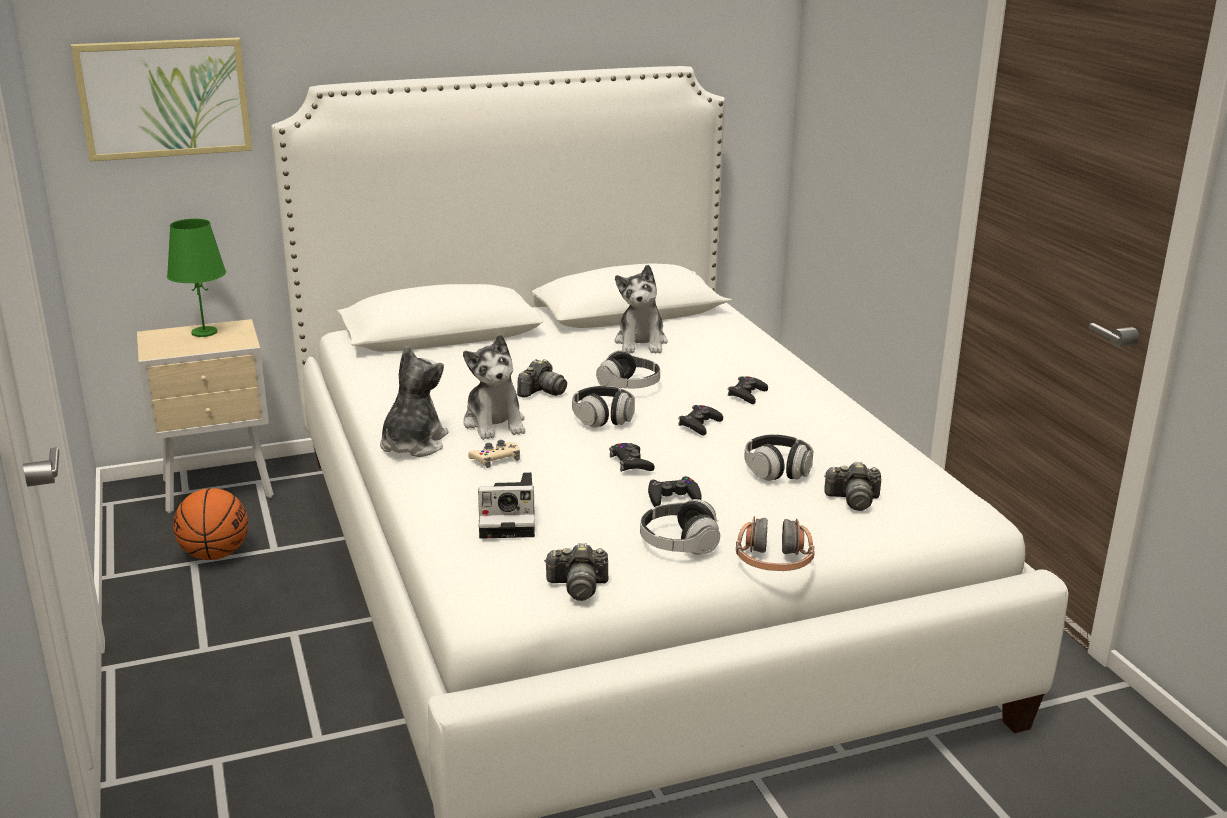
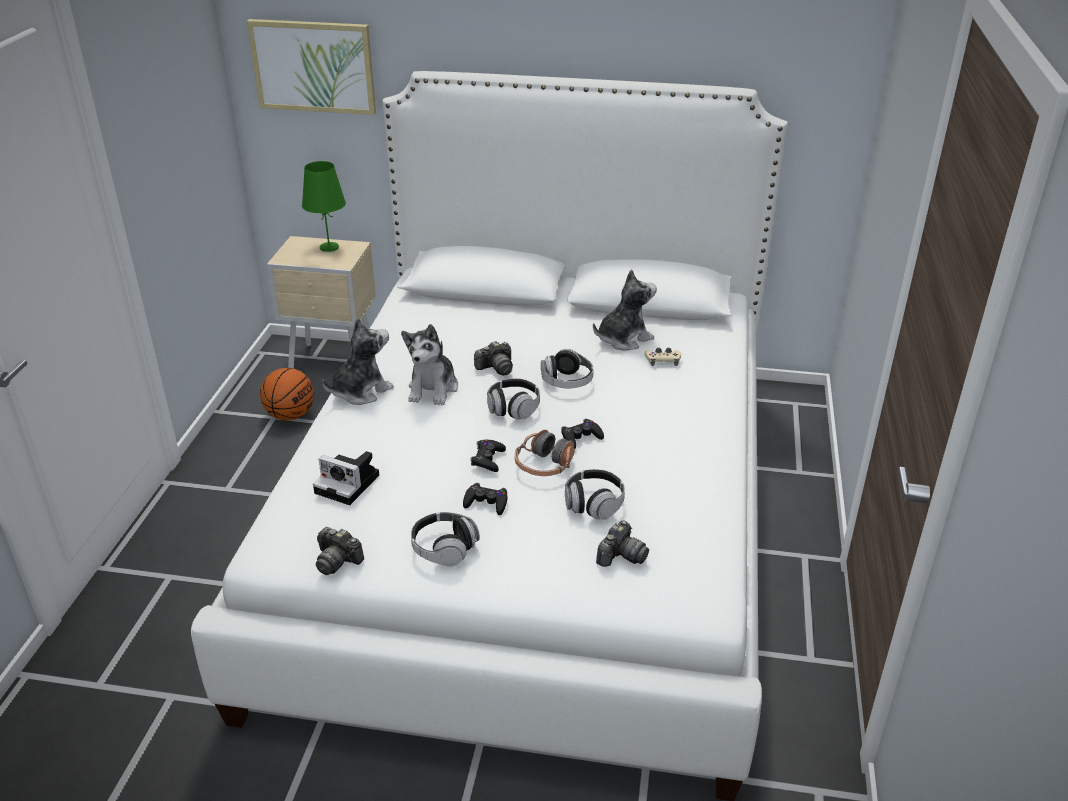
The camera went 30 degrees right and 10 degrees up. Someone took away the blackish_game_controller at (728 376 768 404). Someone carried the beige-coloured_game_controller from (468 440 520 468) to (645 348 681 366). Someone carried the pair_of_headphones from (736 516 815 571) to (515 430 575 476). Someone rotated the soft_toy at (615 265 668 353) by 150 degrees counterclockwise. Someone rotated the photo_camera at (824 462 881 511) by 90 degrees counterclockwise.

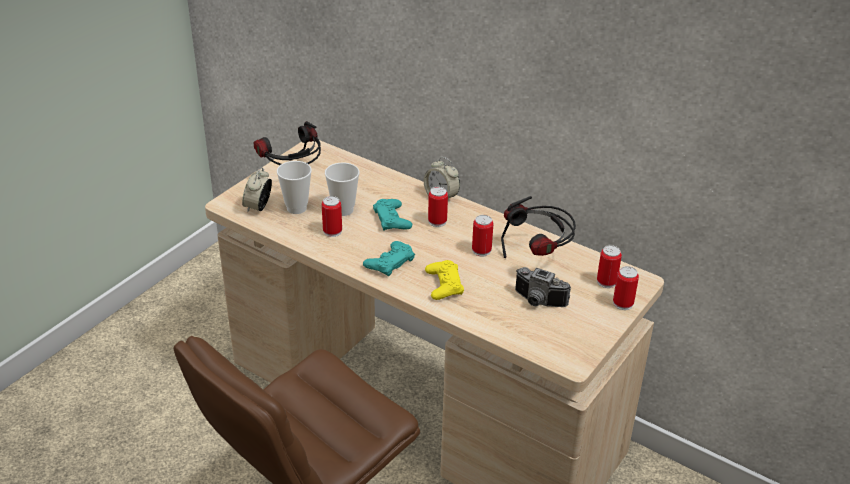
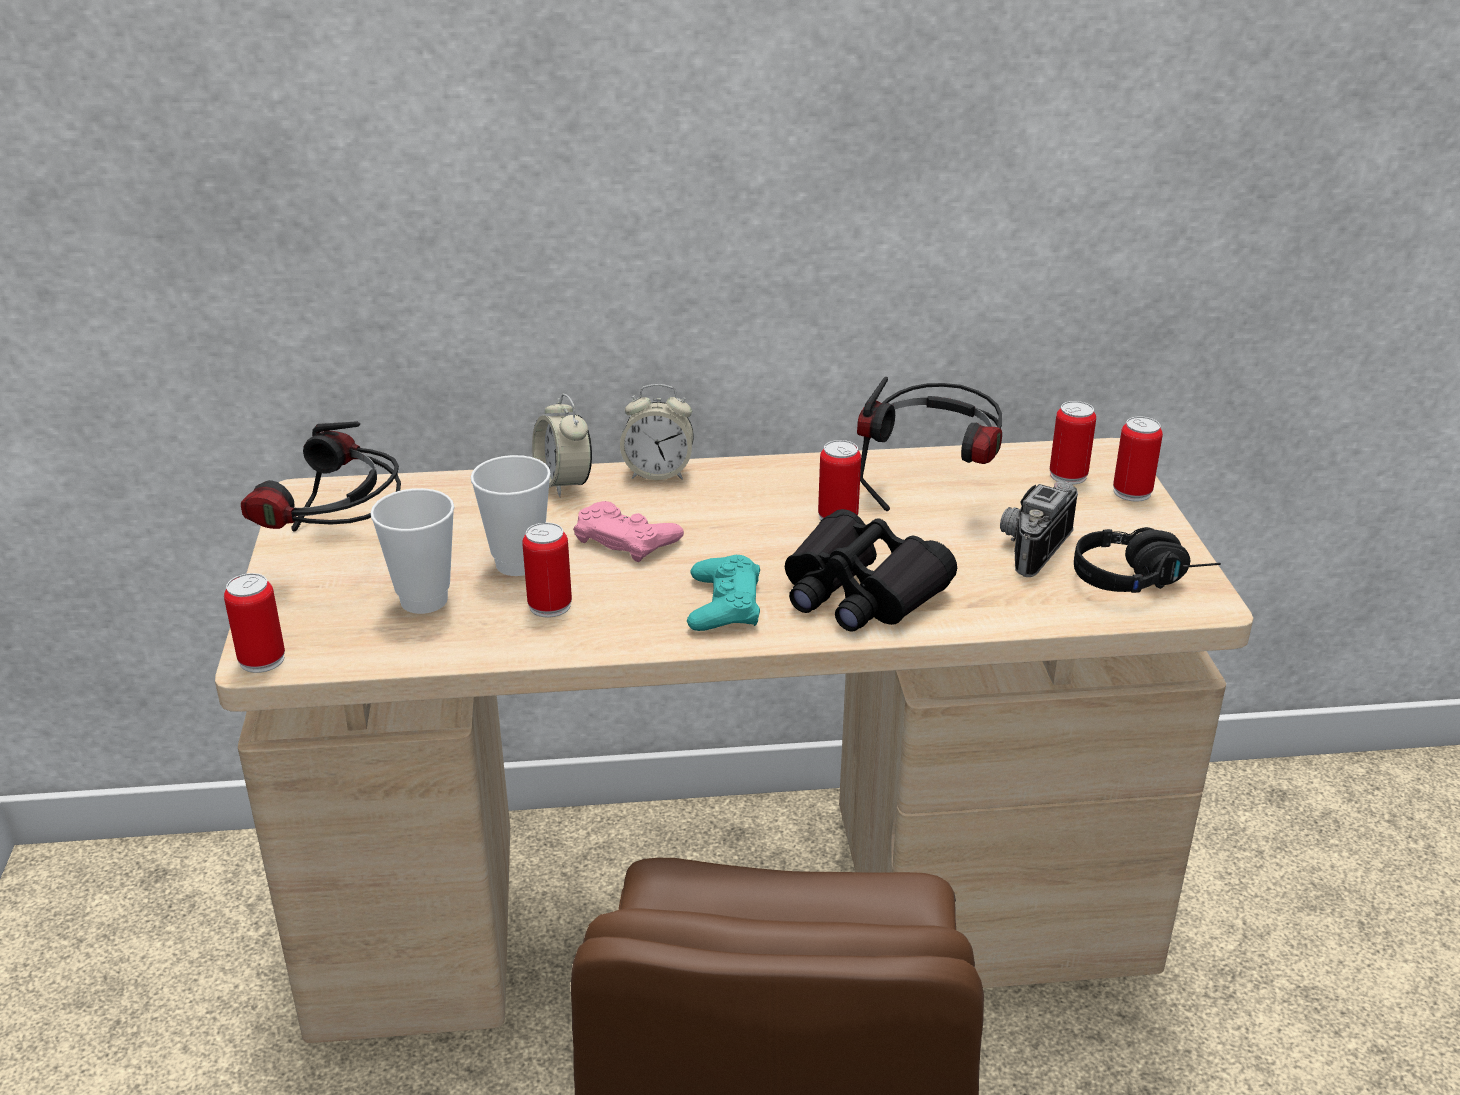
The camera went 40 degrees left and 5 degrees down. Someone put down the blackish_pair_of_headphones at (1074 527 1221 593). Someone carried the alarm_clock from (242 167 272 213) to (532 393 592 497). Someone carried the can from (428 186 448 227) to (224 573 285 673). Someone swapped the yellow_game_controller at (425 260 464 300) for the blackish_binoculars at (785 509 957 632). Someone repainted the blue-green_game_controller at (373 199 412 231), which became the pink_game_controller at (573 501 684 562). Someone rotated the photo_camera at (515 267 571 307) by 135 degrees clockwise.

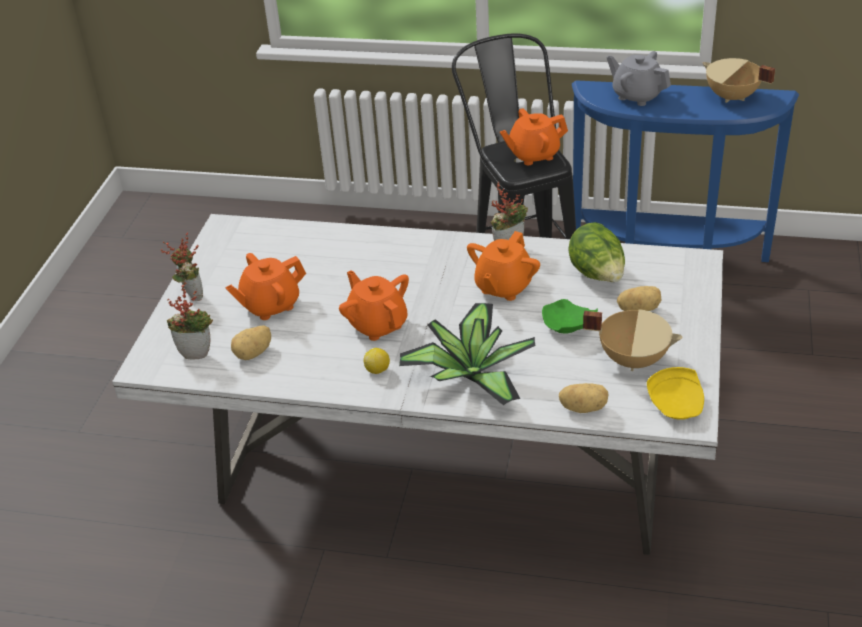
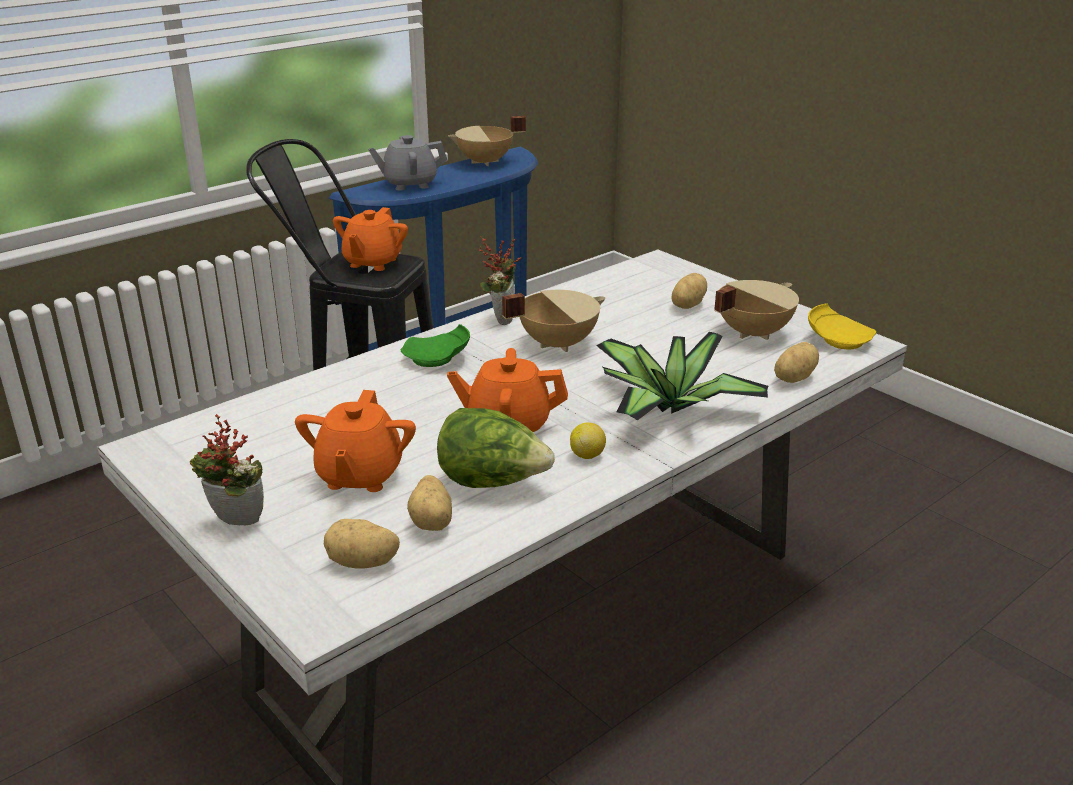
The camera went 55 degrees left and 10 degrees down. Someone carried the green_flat_dish from (542 299 598 333) to (401 324 470 367). Someone carried the lettuce_head from (568 222 625 282) to (437 408 555 488). Someone swapped the potted_plant at (167 283 213 359) for the whole_potato at (324 519 400 569). Someone swapped the orange-coloured_tea_pot at (467 231 540 301) for the beige-coloured_saucepot at (502 290 606 352).

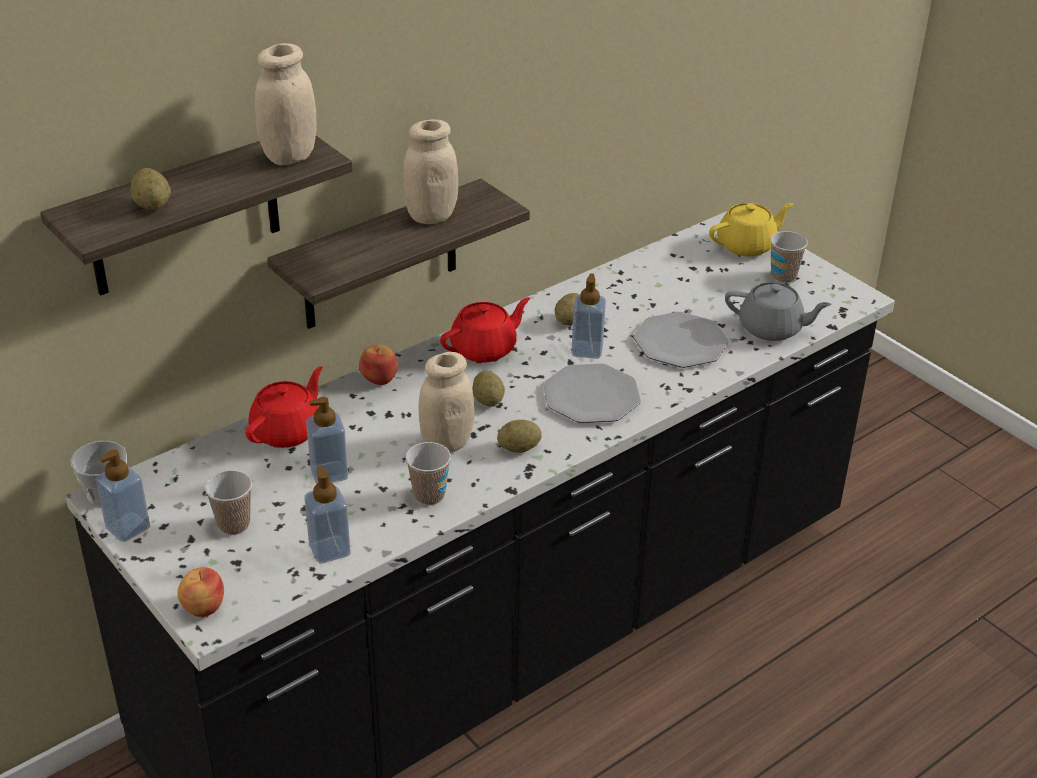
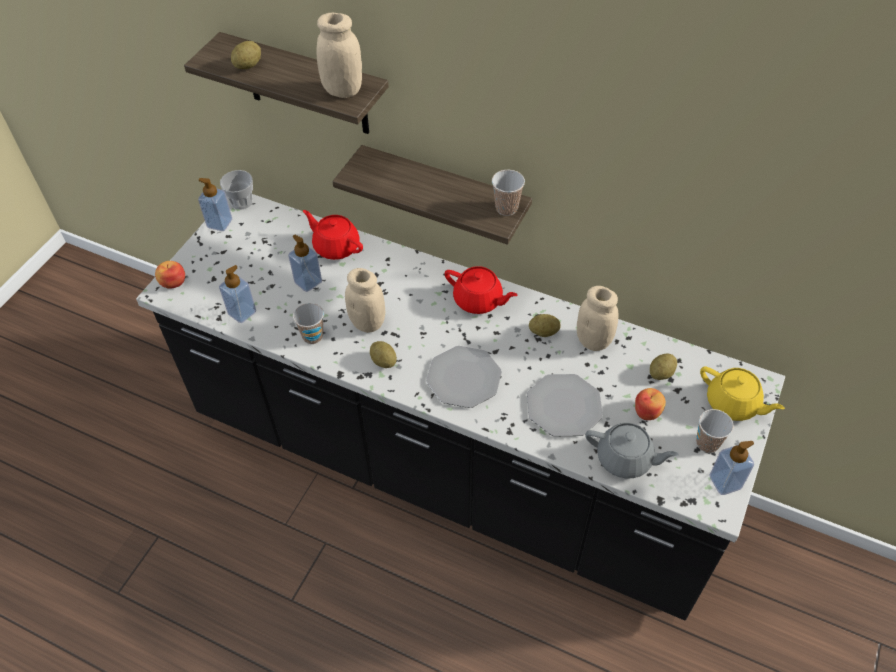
The camera went 65 degrees right and 15 degrees up. Someone carried the small_cup from (205 470 252 535) to (492 170 525 216). Someone carried the whole_apple from (359 345 398 385) to (635 388 666 420). Someone carried the beige-coloured_preserve_jar from (403 119 458 224) to (577 286 618 351). Someone carried the whole_potato from (473 370 505 407) to (650 354 677 380). Someone carried the soap_bottle from (571 273 606 359) to (709 441 754 495). Someone rotated the reddish_tea_pot at (246 366 323 448) by 150 degrees counterclockwise. Someone rotated the greyish_tea_pot at (725 282 832 341) by 60 degrees counterclockwise.

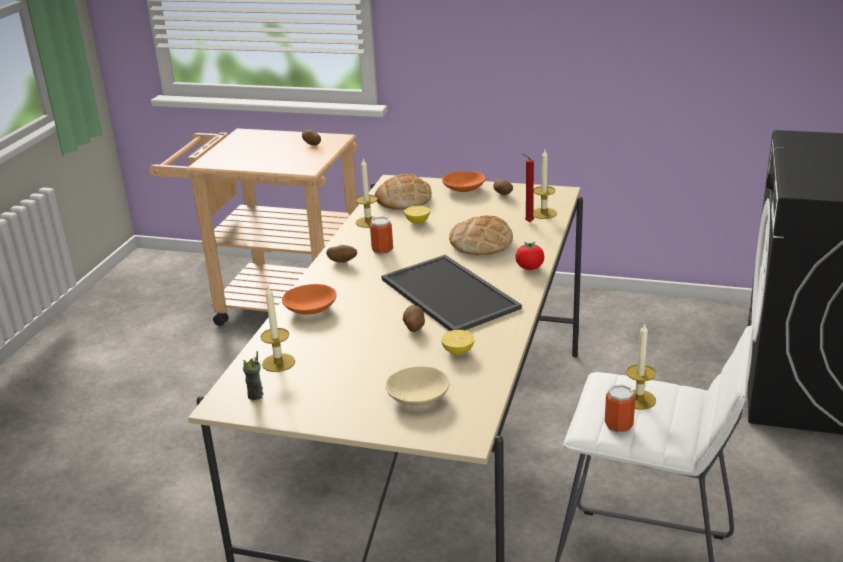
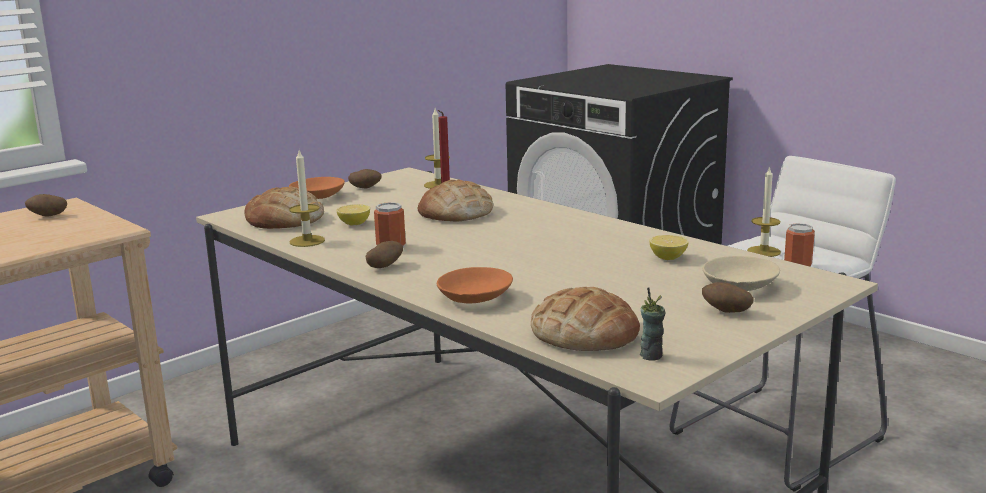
The camera went 60 degrees left and 10 degrees down. Someone took away the carrying_tray at (382 255 522 331). Someone took away the tomato at (516 242 544 270). Someone carried the whole_potato from (403 305 425 332) to (702 282 753 313). Someone swapped the wax_light at (261 286 295 372) for the bakery_bread at (531 287 640 351).

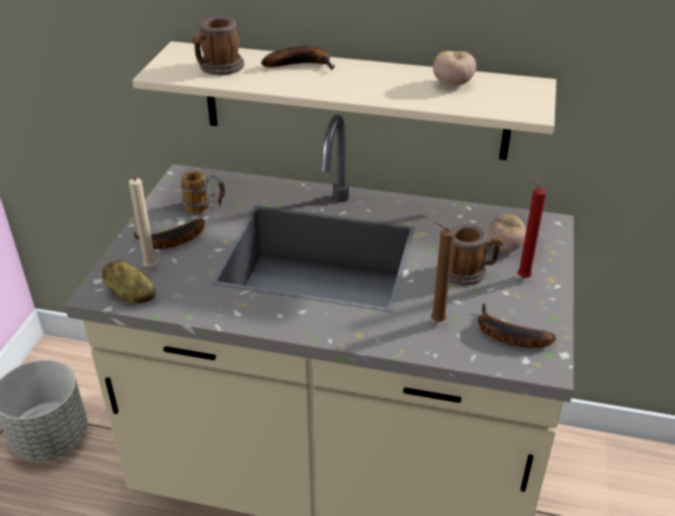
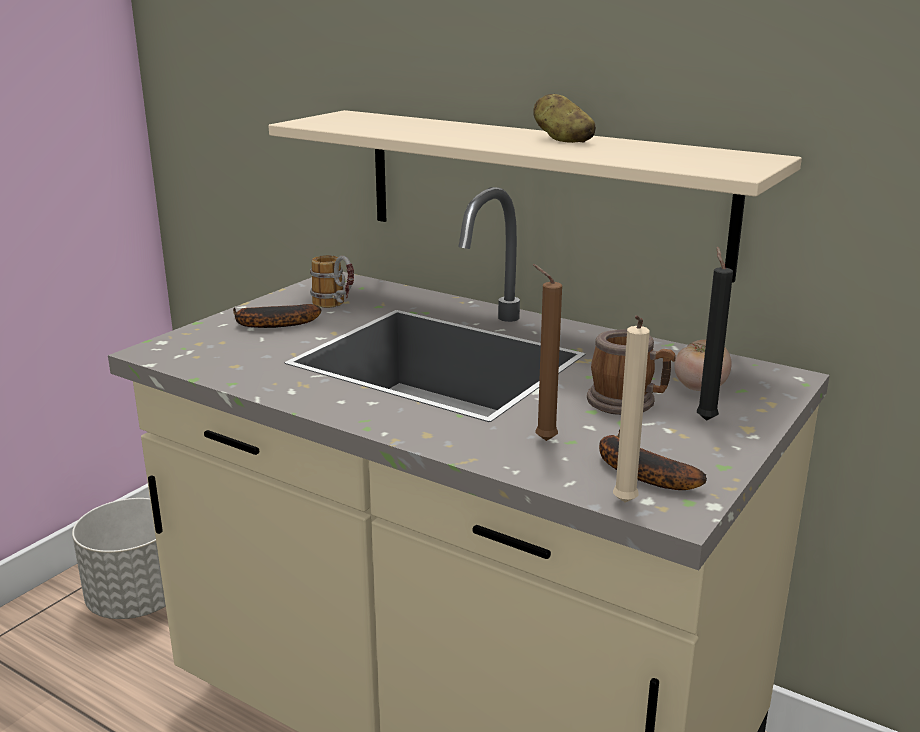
The camera went 20 degrees right and 15 degrees down. Someone took away the coffee_mug at (192 16 244 75). Someone took away the whole_banana at (261 46 335 70). Someone took away the tomato at (433 50 476 86). Someone carried the whole_potato from (102 260 156 303) to (533 94 596 143). Someone carried the beige-coloured_wax_light from (129 176 157 268) to (613 315 650 502). Someone repainted the reddish_wax_light at (517 174 546 278), which became the blackish_wax_light at (697 247 733 421).

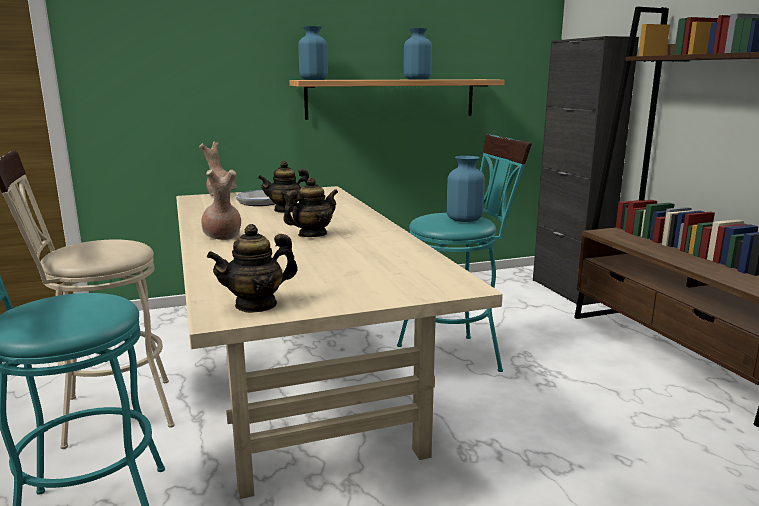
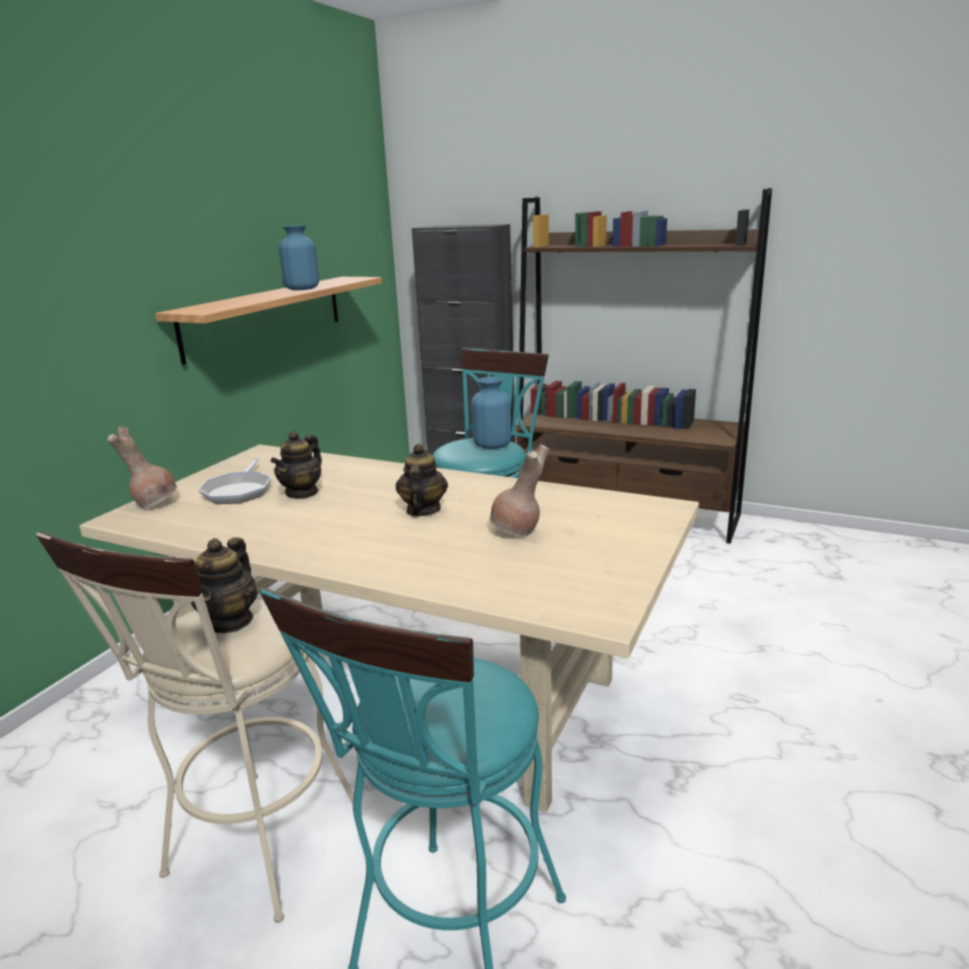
The camera went 45 degrees left and 5 degrees up. Someone took away the blue-coloured_vase at (298 26 328 80). Someone carried the brownish_vase from (201 169 241 240) to (490 444 549 536). Someone carried the tea_pot from (207 224 298 313) to (191 537 257 633).

